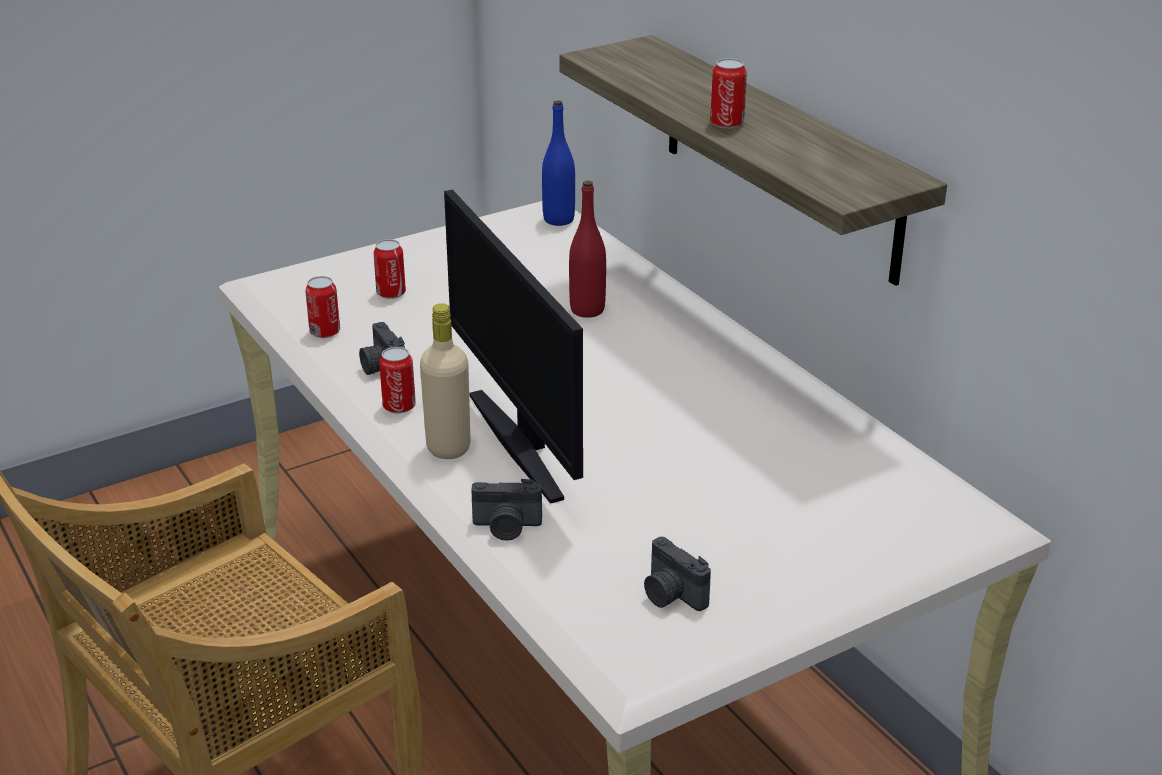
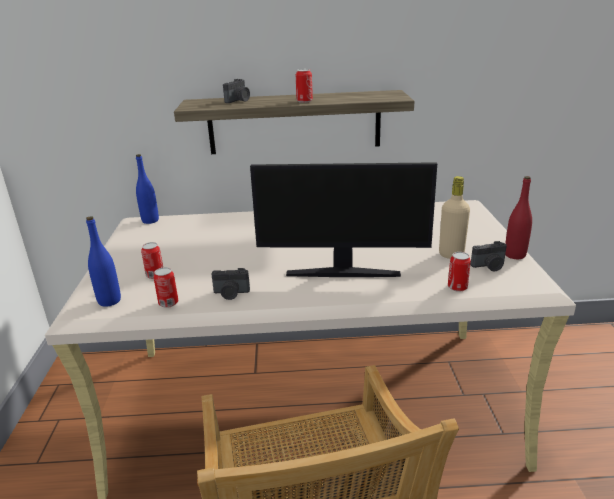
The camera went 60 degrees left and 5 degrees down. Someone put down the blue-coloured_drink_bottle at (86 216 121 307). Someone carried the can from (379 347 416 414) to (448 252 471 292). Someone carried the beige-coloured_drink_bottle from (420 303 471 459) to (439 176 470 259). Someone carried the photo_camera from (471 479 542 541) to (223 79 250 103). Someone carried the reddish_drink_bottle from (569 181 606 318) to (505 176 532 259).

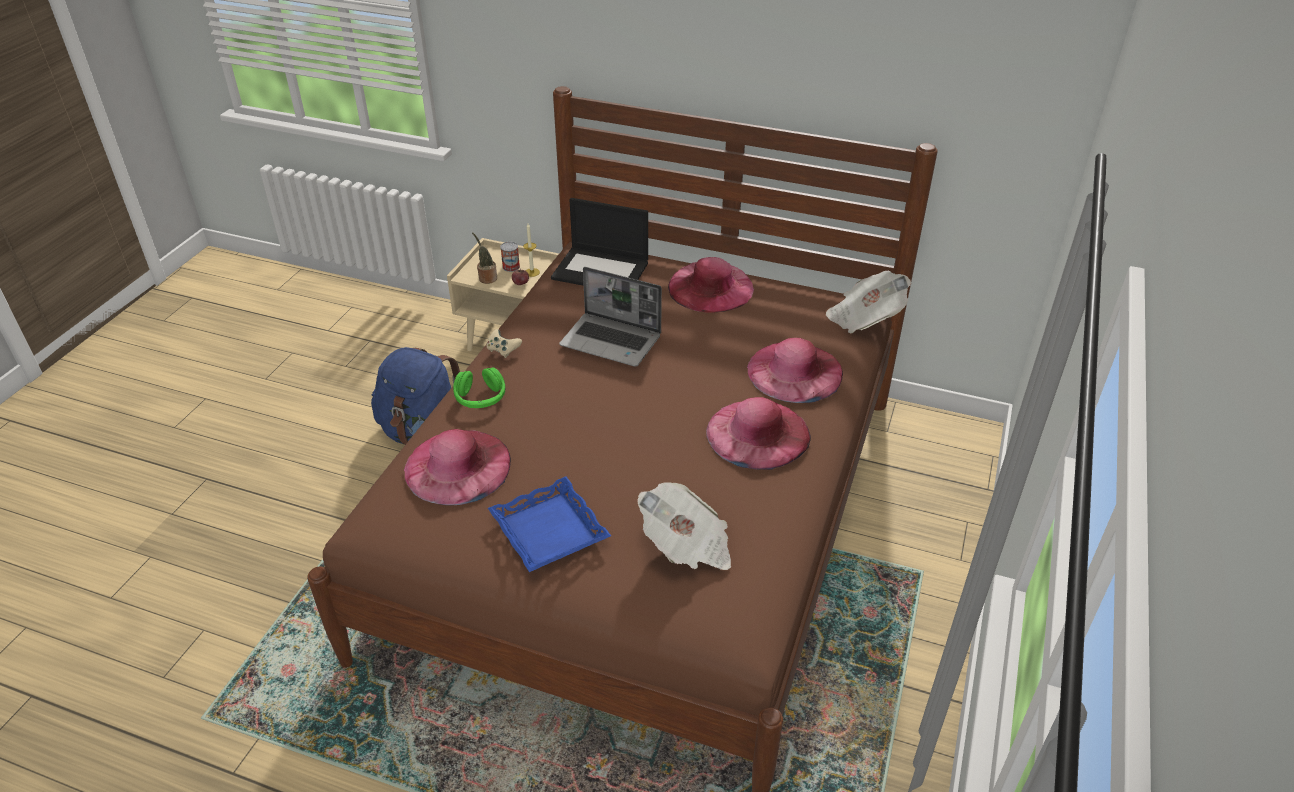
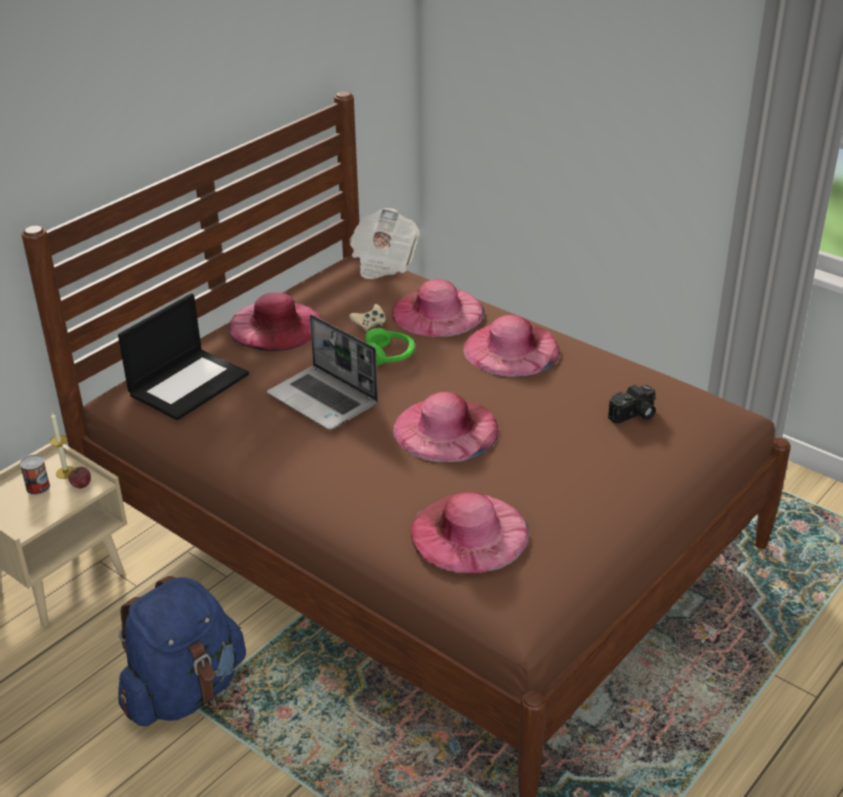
The camera went 70 degrees left and 5 degrees down. Someone took away the potted_plant at (472 232 497 284). Someone took away the blue-coloured_carrying_tray at (488 476 611 572). Someone put down the pink_hat at (394 392 498 462). Someone carried the green_pair_of_headphones from (453 367 506 408) to (365 328 415 366). Someone carried the beige-coloured_game_controller from (486 329 522 358) to (349 304 386 332). Someone swapped the newspaper at (637 482 731 570) for the photo_camera at (608 385 656 423). Someone rotated the notebook_computer at (559 267 662 367) by 90 degrees clockwise.

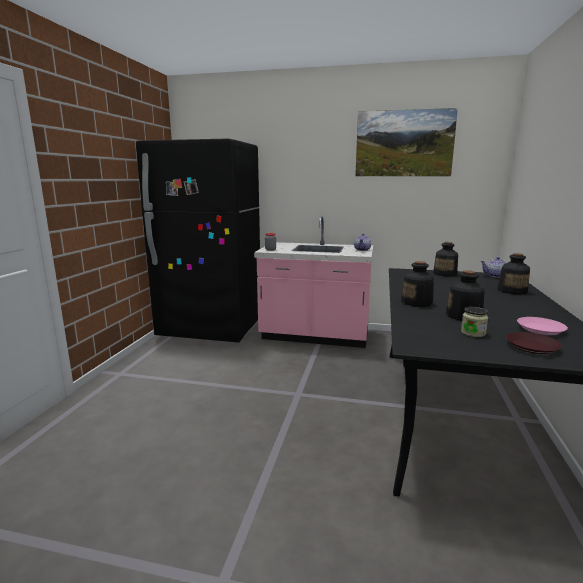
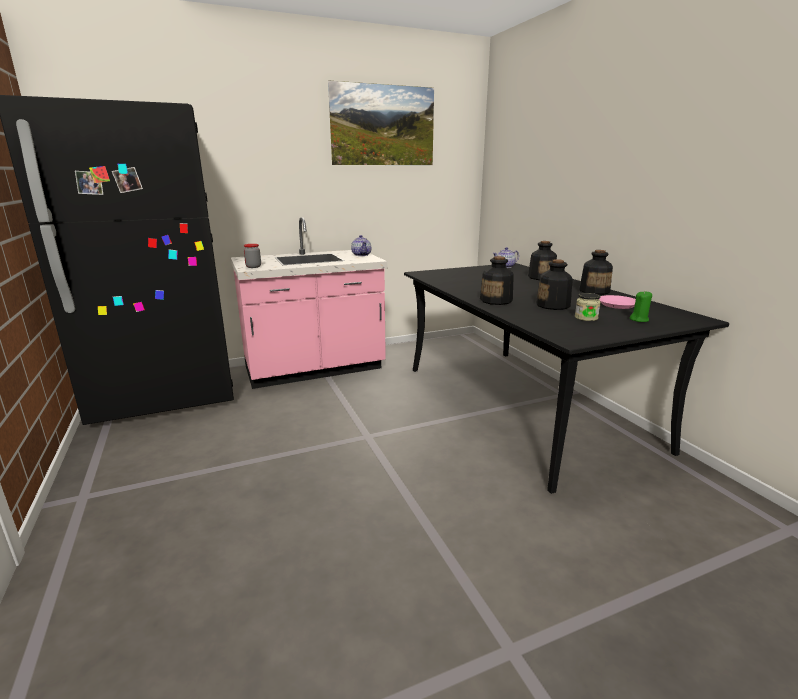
The camera went 35 degrees left and 5 degrees up. Someone carried the drink_bottle from (433 242 458 276) to (579 250 613 295). Someone swapped the brownish_flat_dish at (506 332 562 354) for the green_wax_light at (629 291 652 322).

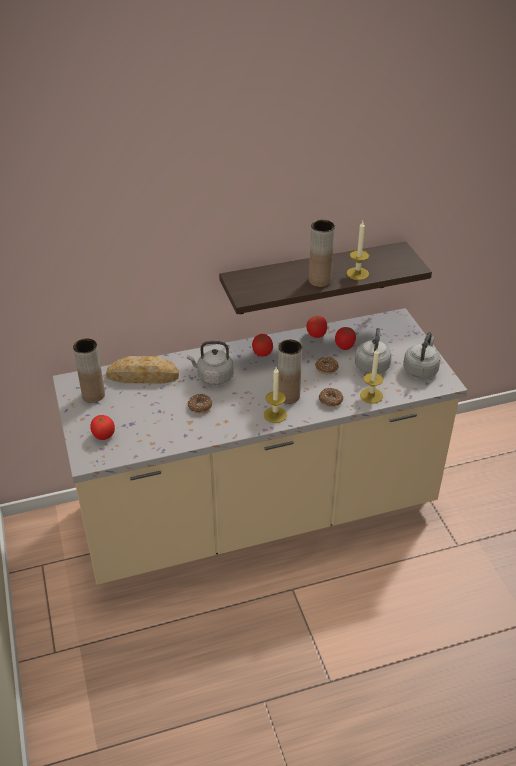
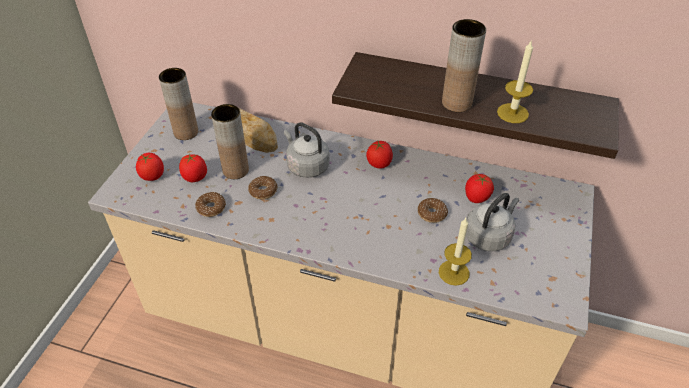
The camera went 35 degrees right and 5 degrees up. Someone took away the wax_light at (264 367 287 423). Someone took away the greyish_tea_kettle at (403 332 441 378). Someone carried the brownish_vase from (278 340 302 404) to (211 104 249 179). Someone carried the tomato from (306 316 327 338) to (179 154 207 182). Someone carried the ring_doughnut from (319 388 343 407) to (195 192 226 217).

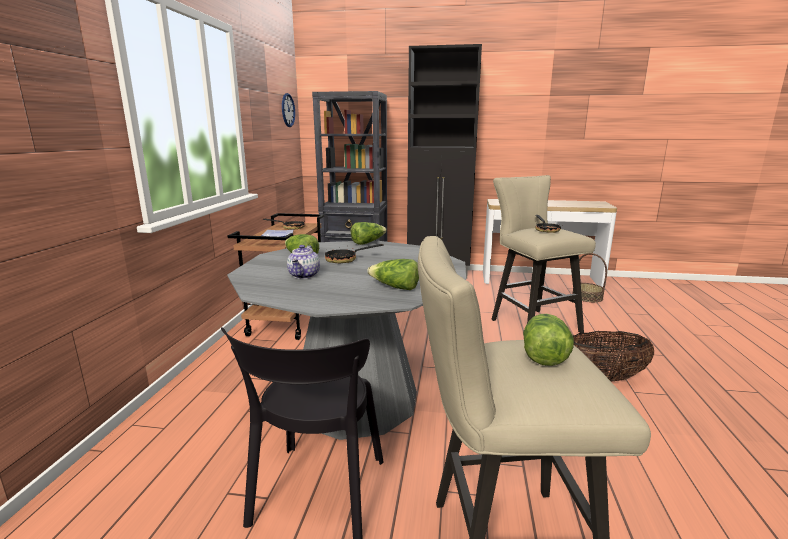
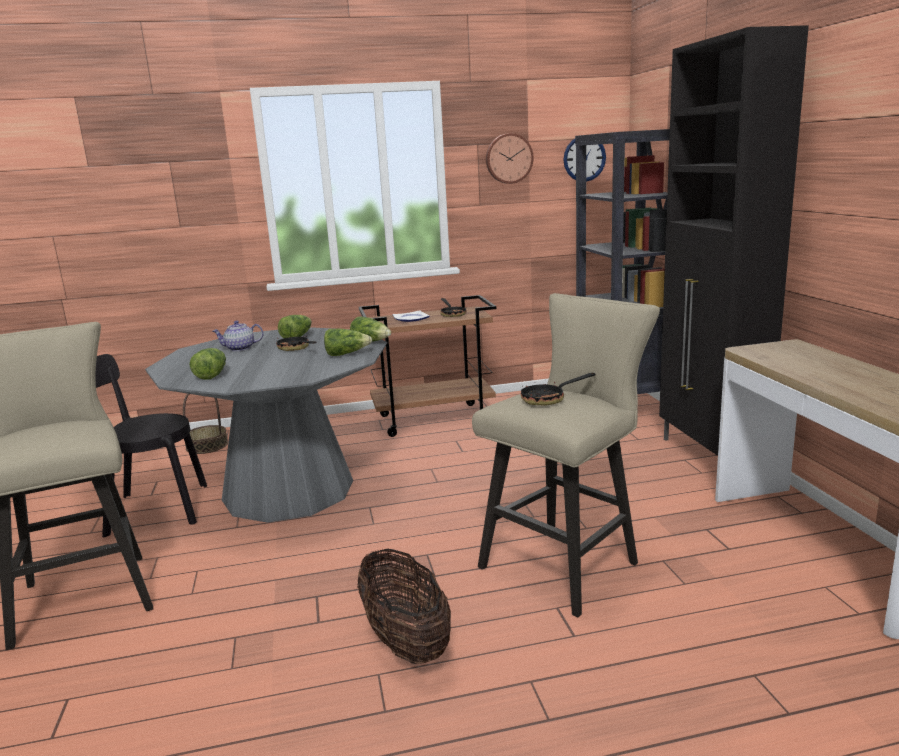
The camera went 70 degrees right and 0 degrees up. Someone put up the hanging_clock at (486 133 533 184). Someone carried the lettuce_head from (523 314 574 366) to (324 329 372 356). Someone carried the basket from (572 253 607 302) to (183 394 228 454).

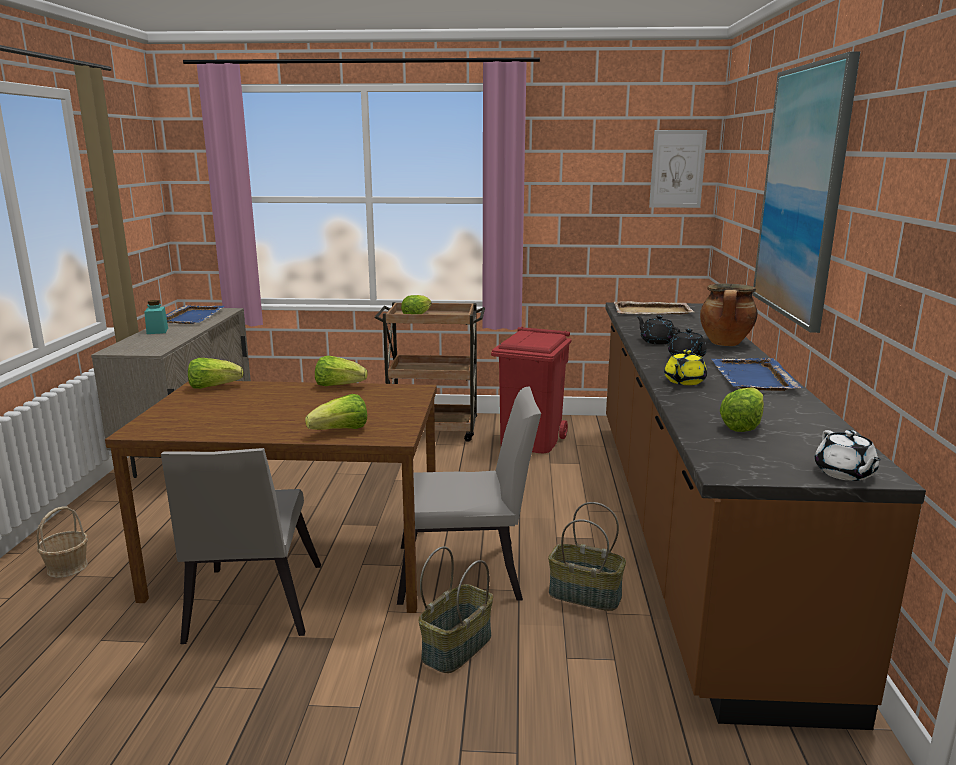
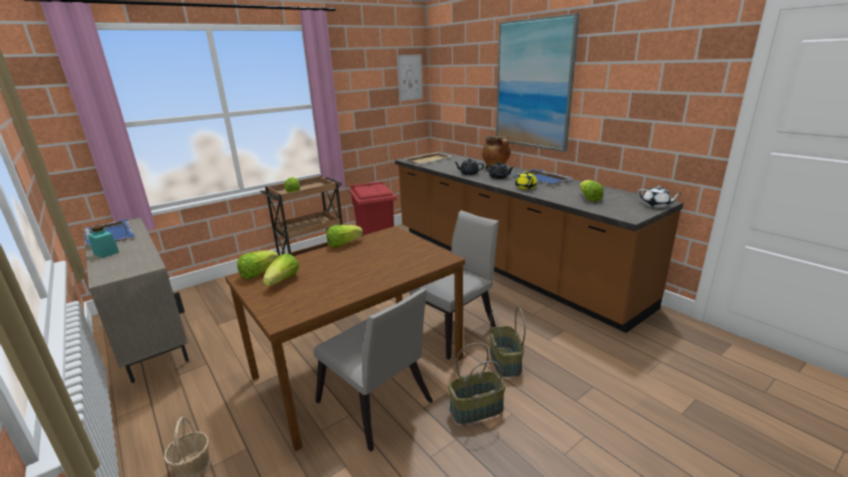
The camera went 40 degrees left and 5 degrees up. Someone carried the lettuce_head from (305 394 367 430) to (263 253 299 286). Someone carried the basket from (548 502 626 611) to (448 343 506 424).

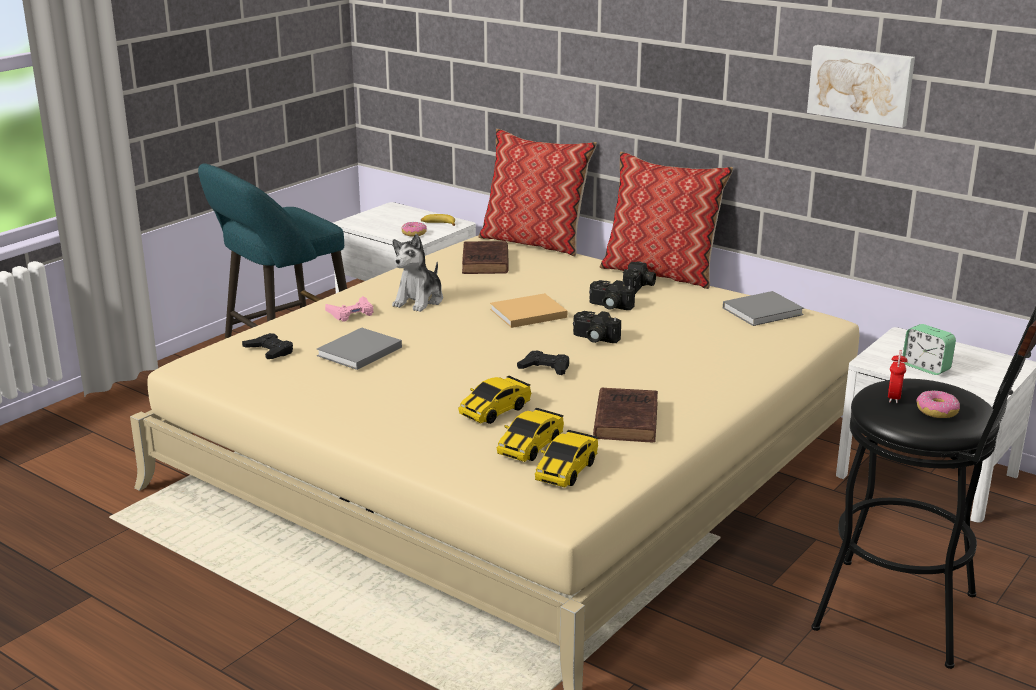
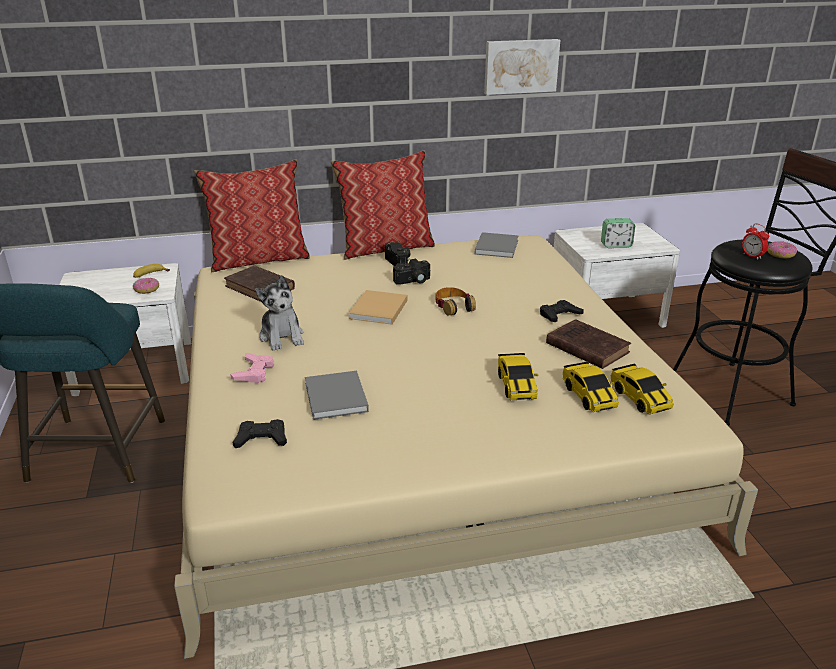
The camera went 50 degrees left and 5 degrees up. Someone carried the blackish_game_controller from (517 351 569 375) to (540 300 584 322). Someone swapped the photo_camera at (573 311 621 343) for the pair_of_headphones at (436 287 476 316).

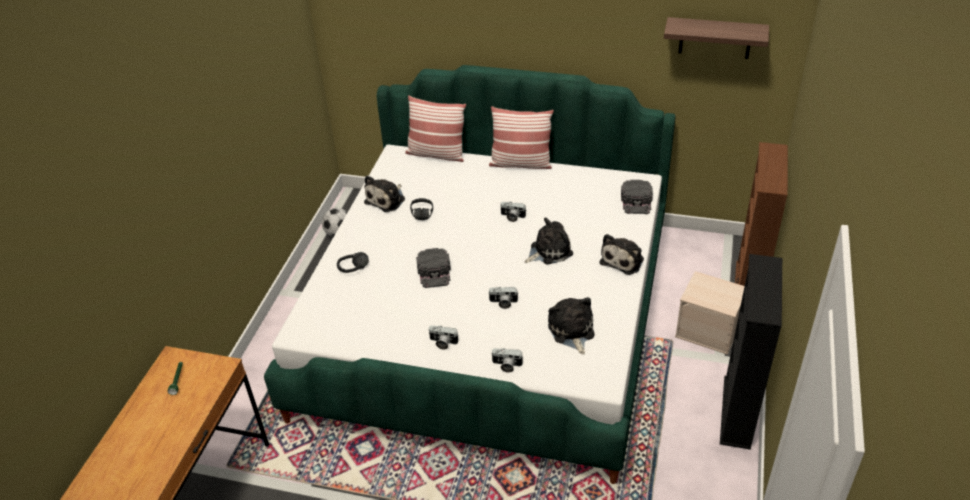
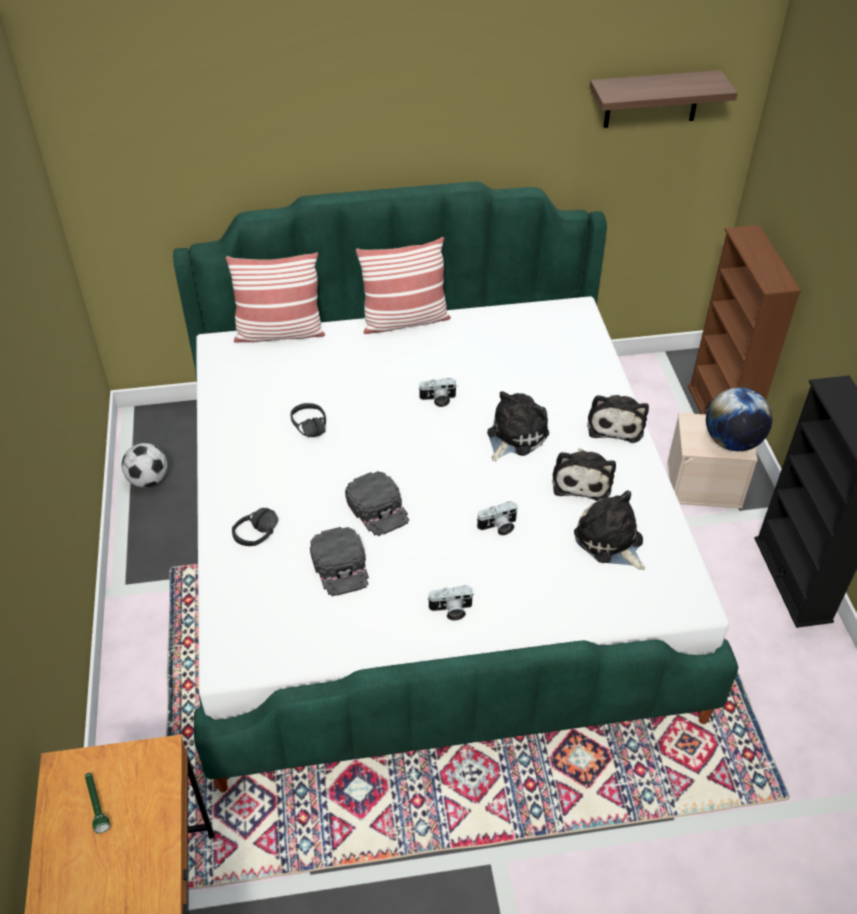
The camera went 25 degrees left and 5 degrees up. Someone took away the photo_camera at (491 348 524 373). Someone put down the globe at (706 387 772 451). Someone carried the soft_toy from (364 175 405 212) to (552 448 616 501). Someone carried the blackish_peaked_cap from (621 180 653 214) to (310 527 369 596).

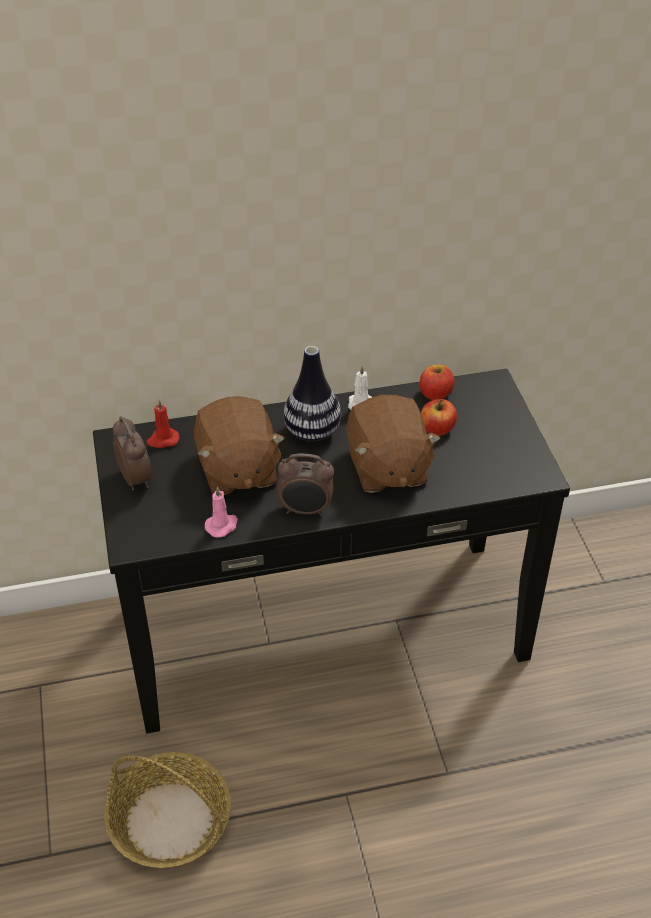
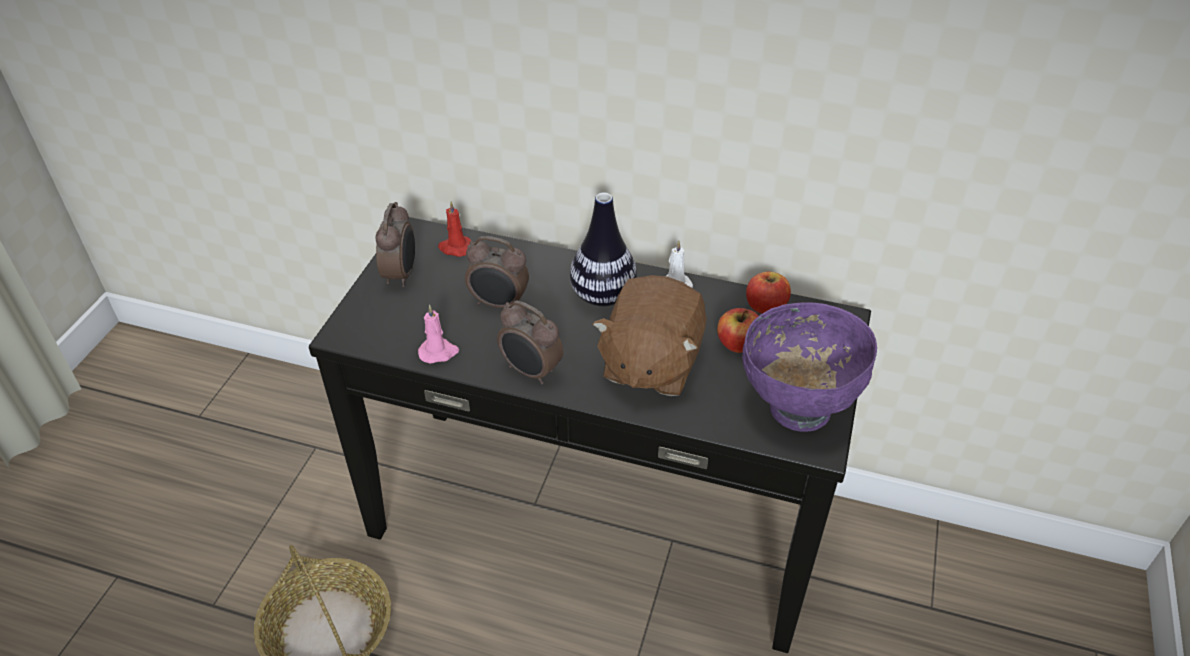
The camera went 30 degrees right and 0 degrees up. Someone put down the purple-coloured_deep_dish at (742 302 877 431). Someone swapped the brownish_soft_toy at (194 396 285 495) for the alarm_clock at (465 236 529 308).

